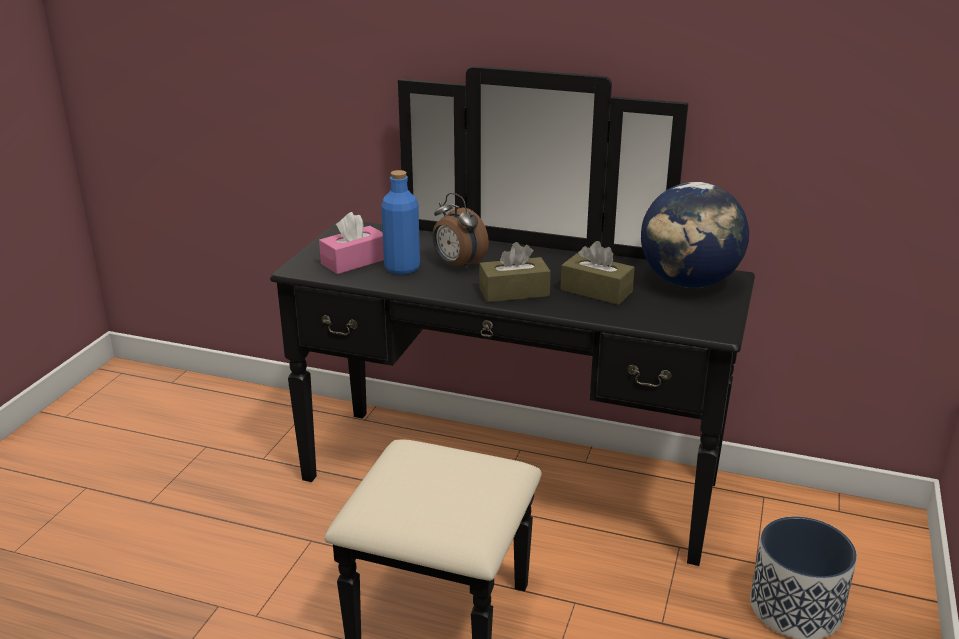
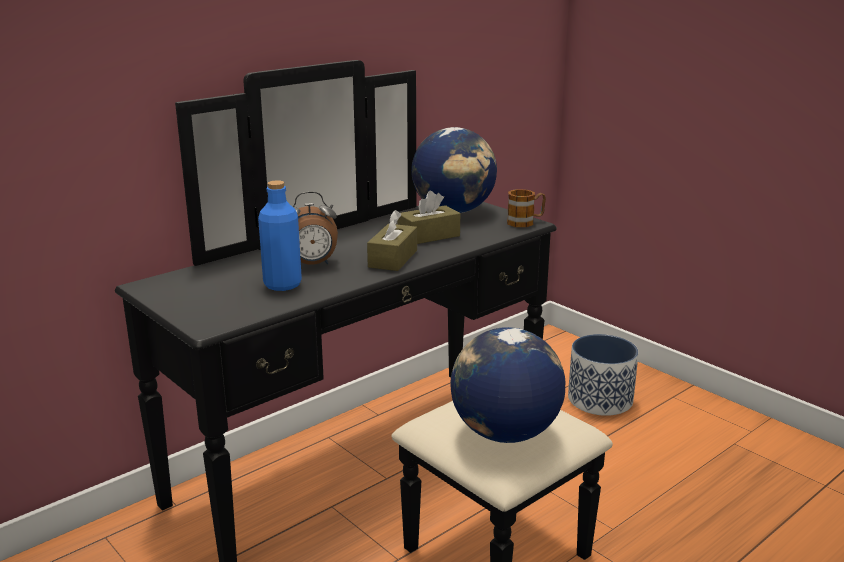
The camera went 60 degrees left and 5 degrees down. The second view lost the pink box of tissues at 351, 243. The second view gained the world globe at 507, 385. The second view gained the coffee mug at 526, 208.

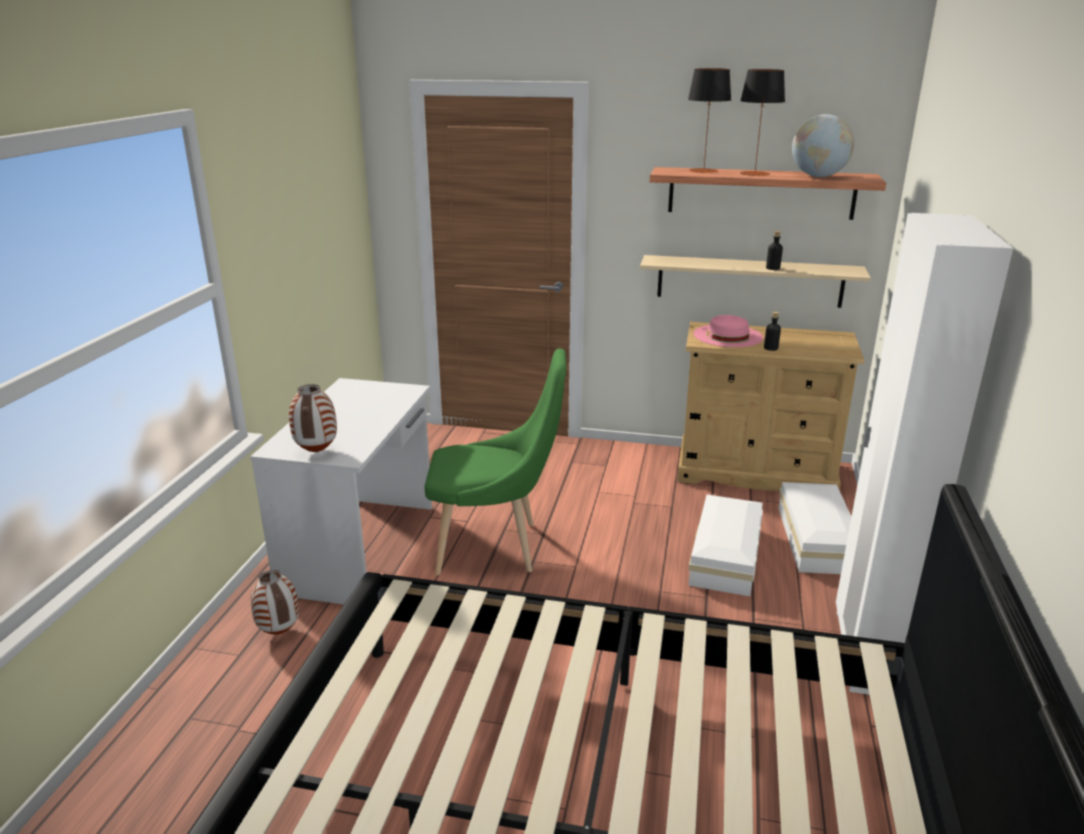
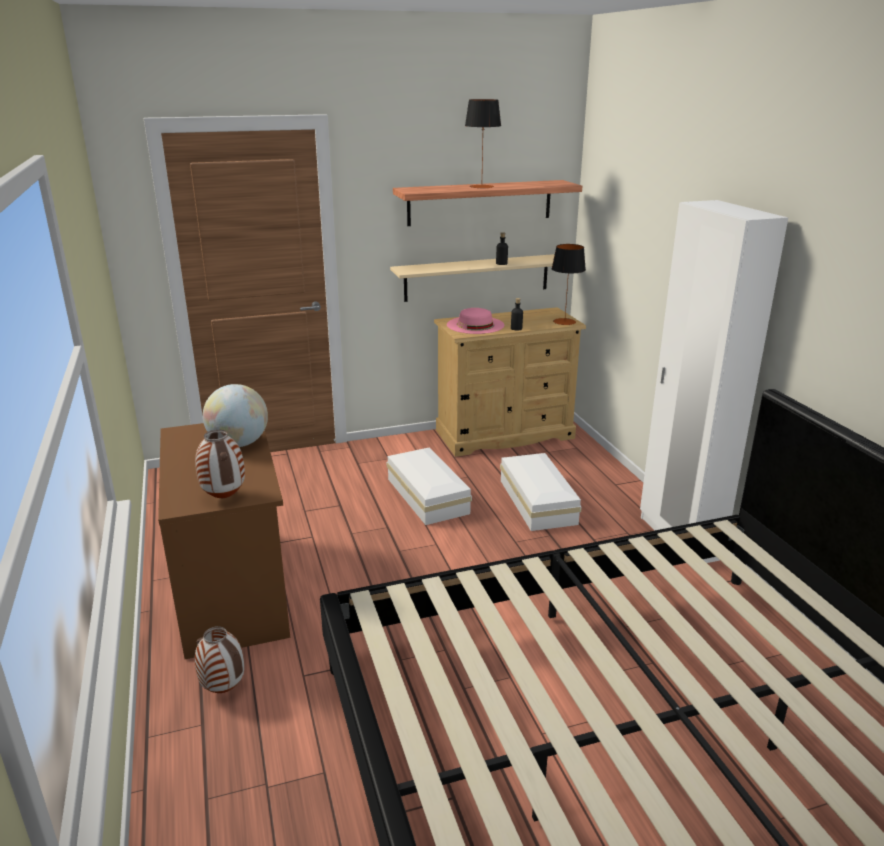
The camera went 30 degrees left and 0 degrees up. What was the white-coloured desk unit at 341, 491 turned into the brown-coloured desk unit at 224, 541. The second view lost the green-coloured plain chair at 495, 461. The tabletop lamp ended up elsewhere, having gone from 709, 120 to 569, 284. The white-coloured storage box ended up elsewhere, having gone from 815, 528 to 429, 486. The world globe ended up elsewhere, having gone from 823, 145 to 235, 415.

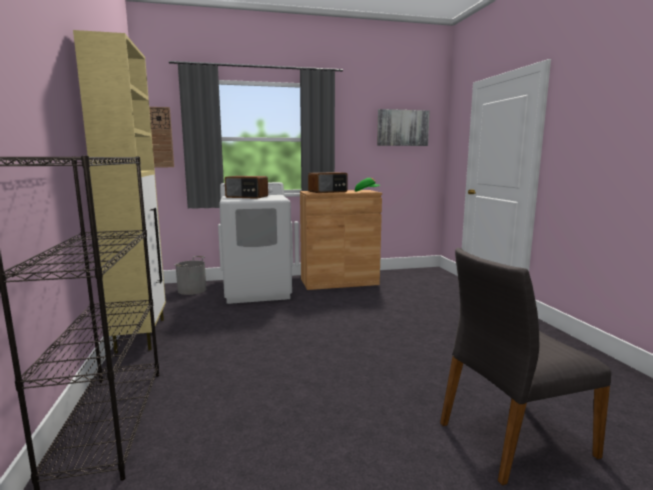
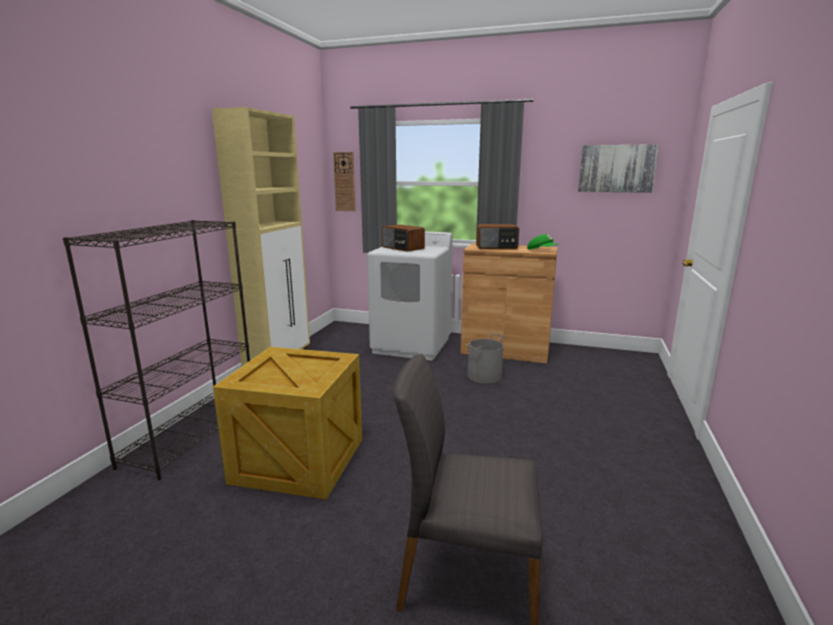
The camera went 30 degrees right and 5 degrees up. The grey pail ended up elsewhere, having gone from 190, 275 to 485, 358. The second view gained the packing crate at 287, 423.

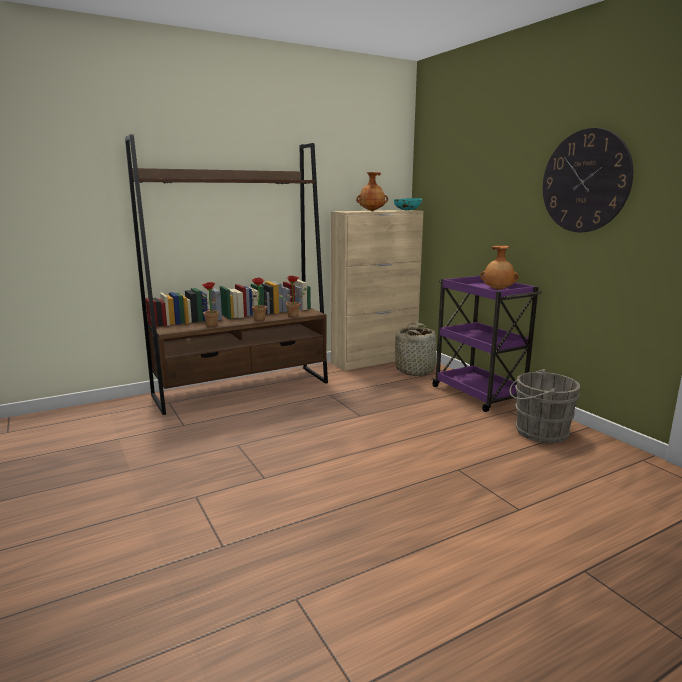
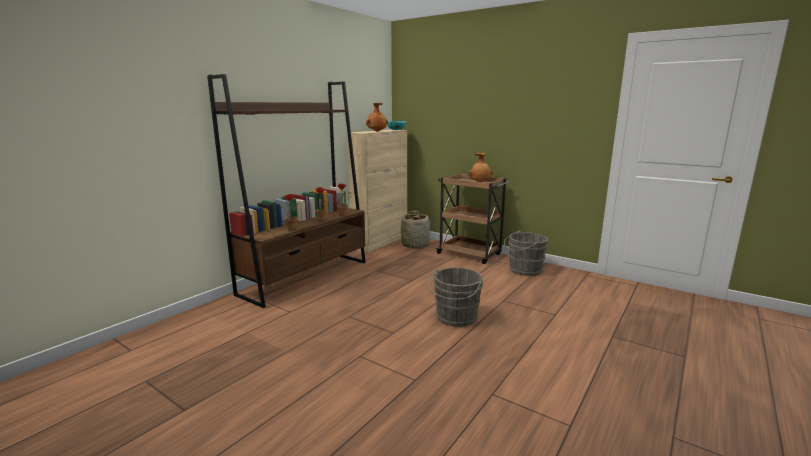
The camera went 25 degrees left and 0 degrees up. What was the purplish trolley at 487, 343 turned into the brown-coloured trolley at 472, 218. The second view lost the hanging clock at 588, 180. The second view gained the grey pail at 455, 297.

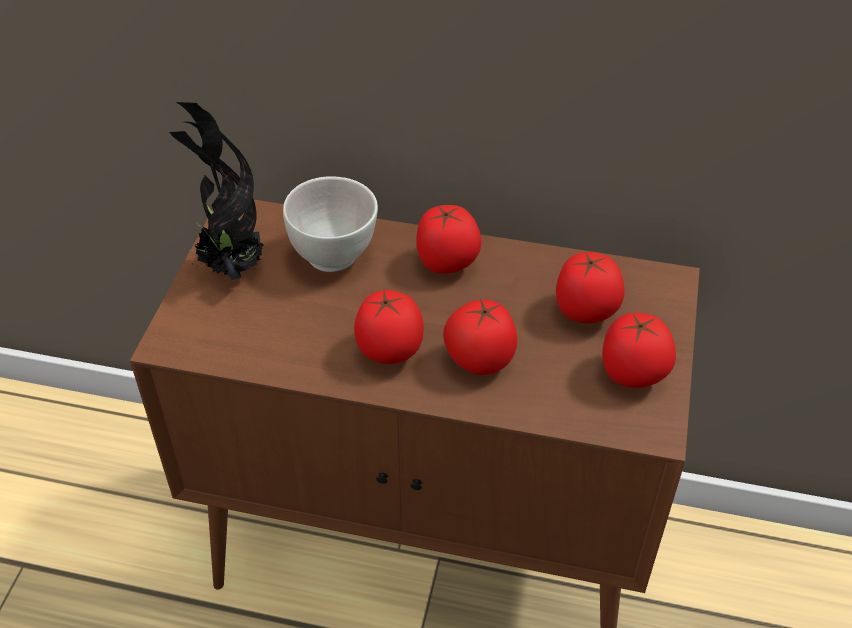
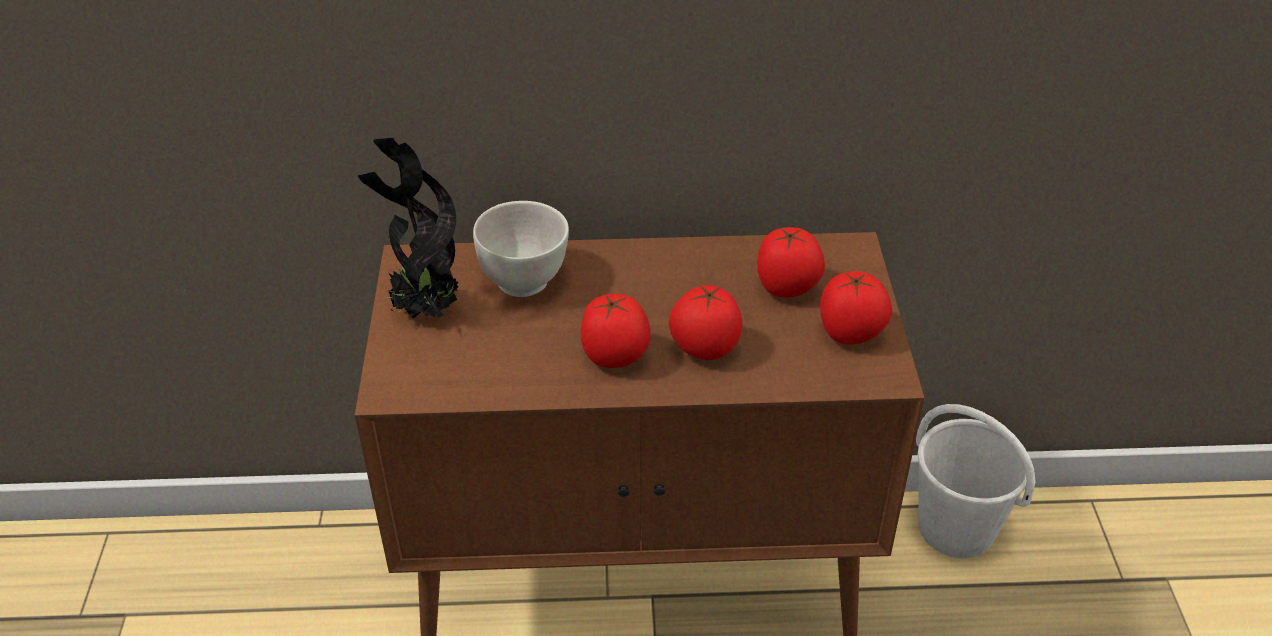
The camera went 15 degrees left and 5 degrees down. The second view lost the tomato at 449, 239. The second view gained the white-coloured pail at 975, 481.

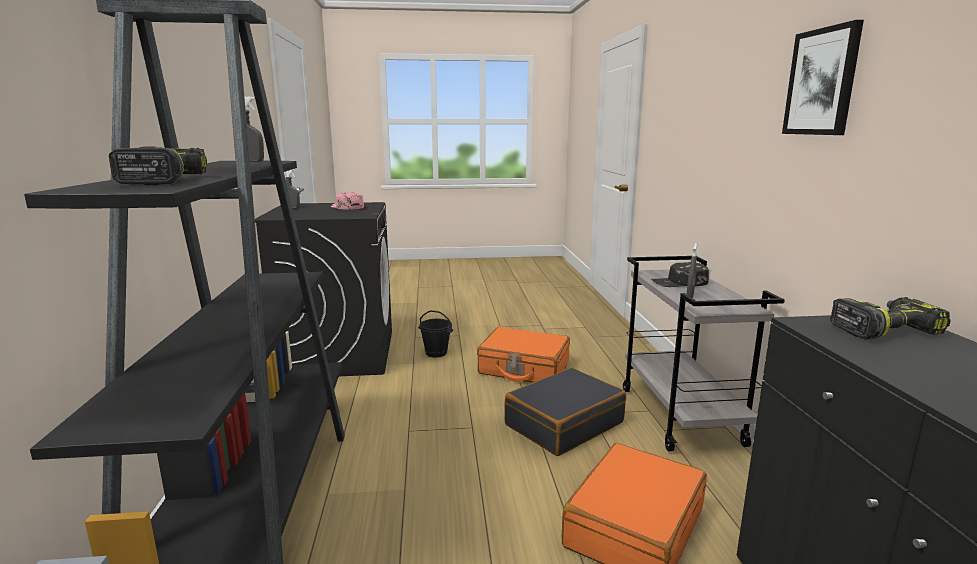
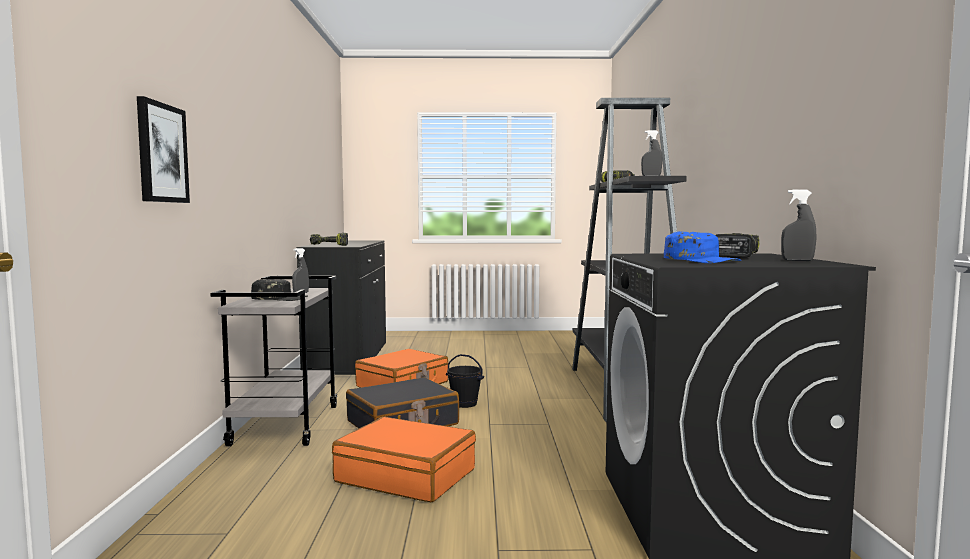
The camera went 175 degrees left and 10 degrees down. What was the pink peaked cap at 347, 201 turned into the blue-coloured peaked cap at 702, 247. The black pail ended up elsewhere, having gone from 435, 333 to 465, 381. The wall art ended up elsewhere, having gone from 823, 77 to 163, 149. The second view gained the power drill at 737, 245.

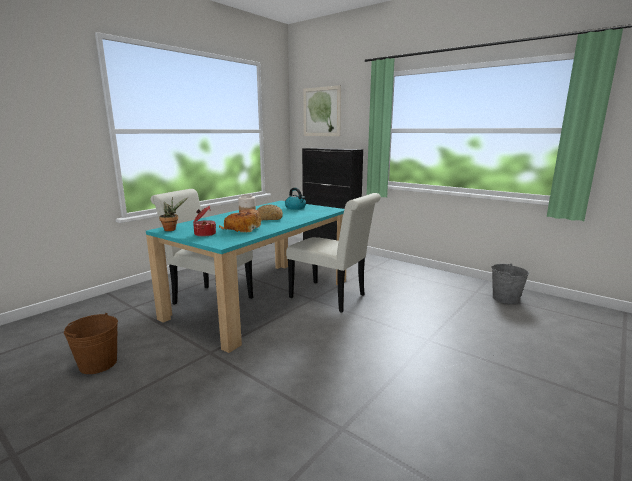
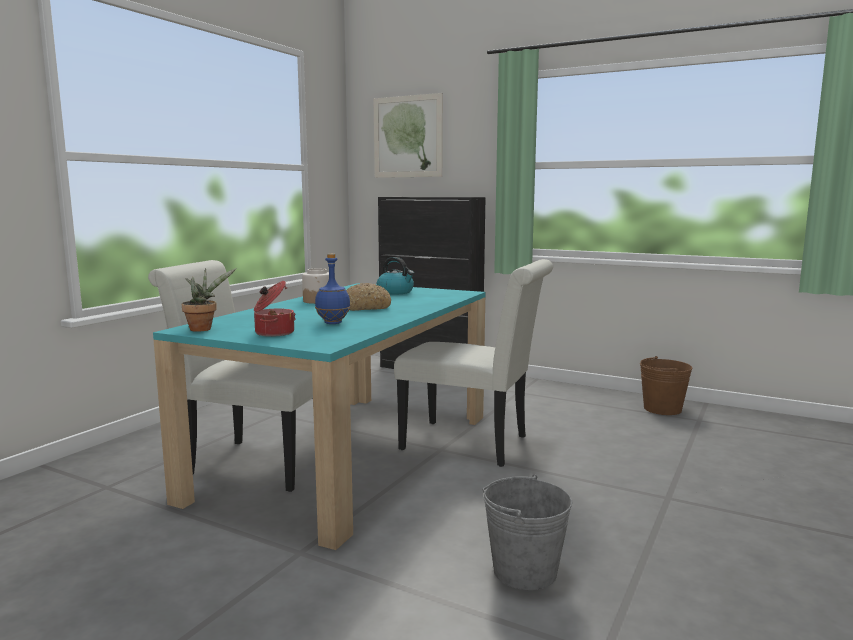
The camera went 10 degrees left and 5 degrees down. The brown-coloured pail ended up elsewhere, having gone from 91, 343 to 666, 385. Where the bread stood at 240, 220, the blue-coloured bottle came to stand at 333, 289. The grey pail ended up elsewhere, having gone from 510, 283 to 527, 532.

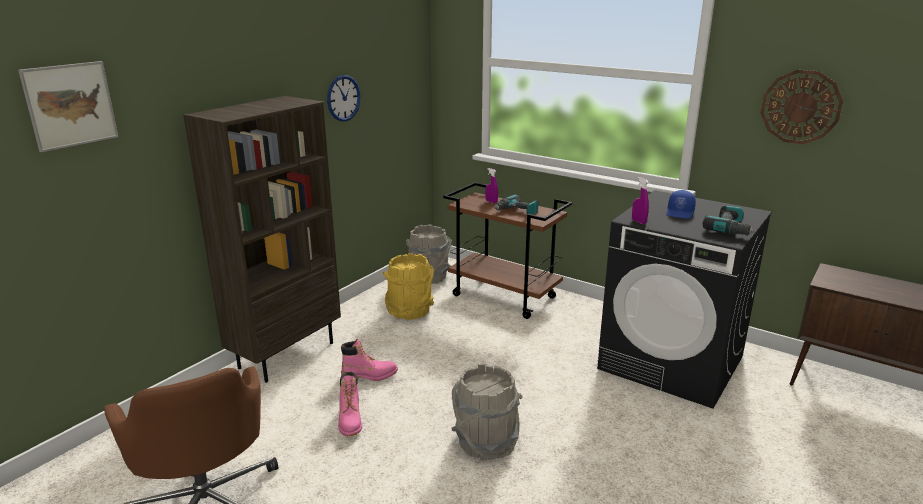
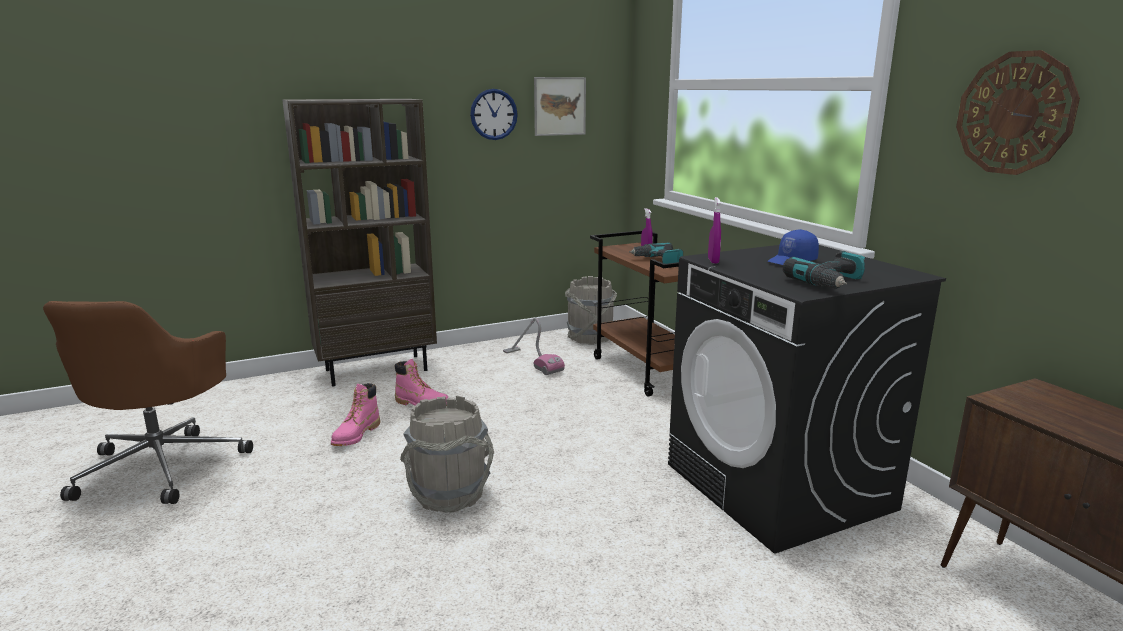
The camera went 30 degrees right and 5 degrees down. The wall art ended up elsewhere, having gone from 68, 106 to 560, 106. Where the yellow-coloured pail stood at 408, 286, the vacuum cleaner came to stand at 534, 346.

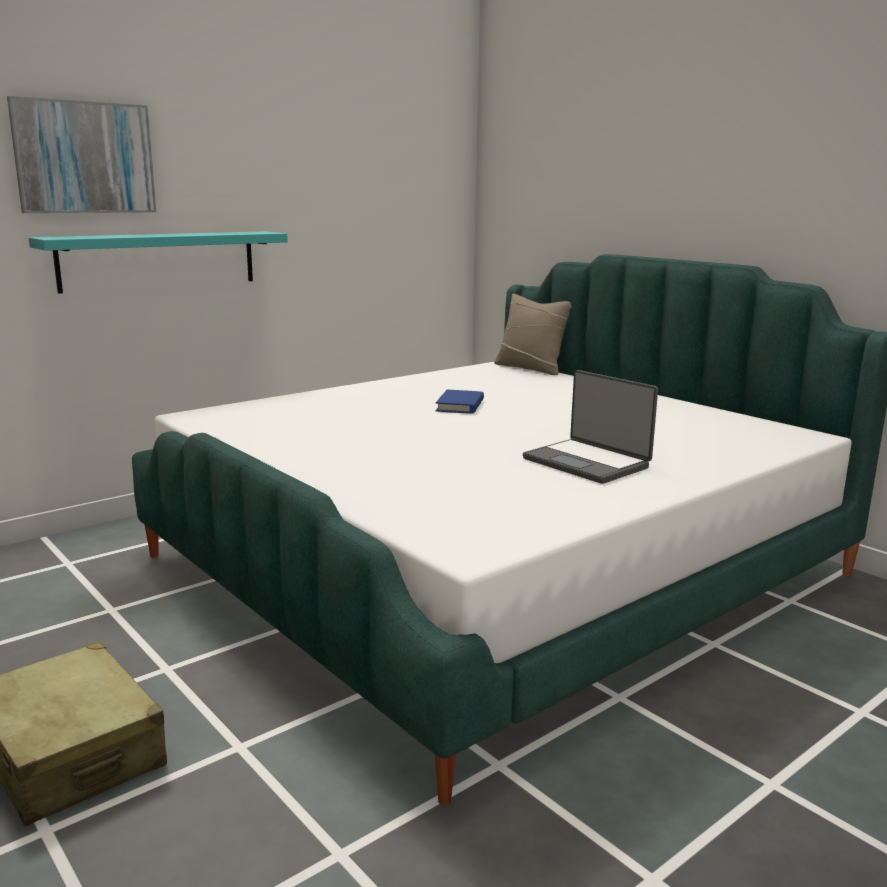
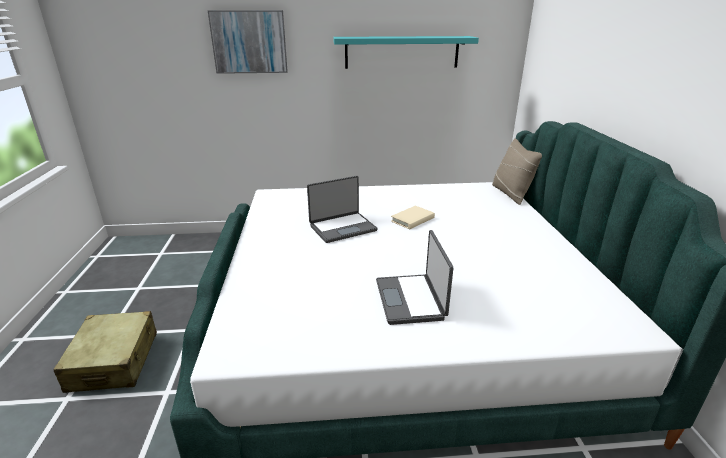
The camera went 35 degrees right and 10 degrees up. The turquoise-coloured bracket shelf ended up elsewhere, having gone from 158, 262 to 406, 52. What was the blue-coloured bound book at 460, 402 turned into the beige bound book at 413, 217. The second view gained the portable computer at 342, 209.

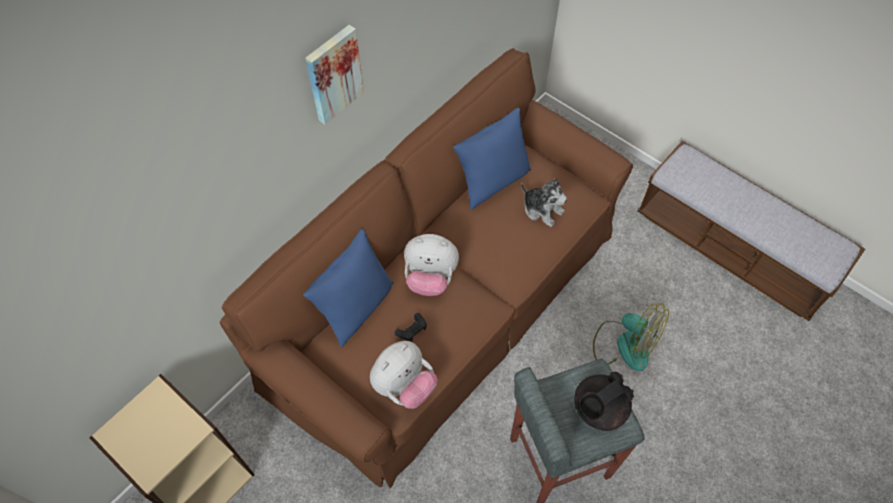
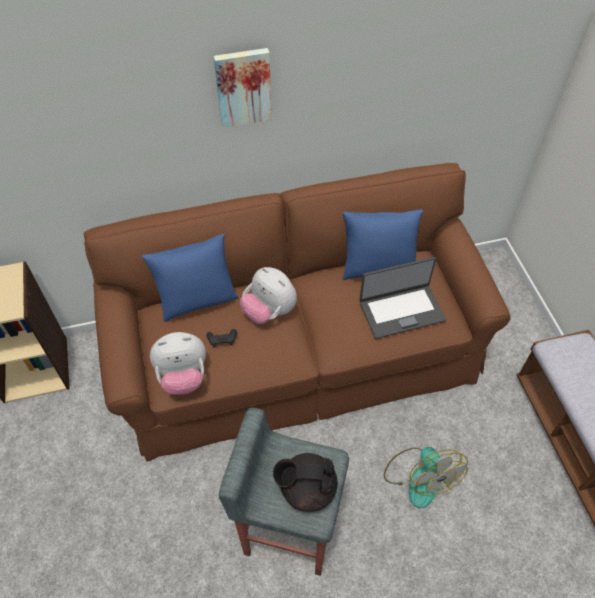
The camera went 35 degrees right and 5 degrees down. Where the plush toy stood at 544, 202, the portable computer came to stand at 402, 298.

